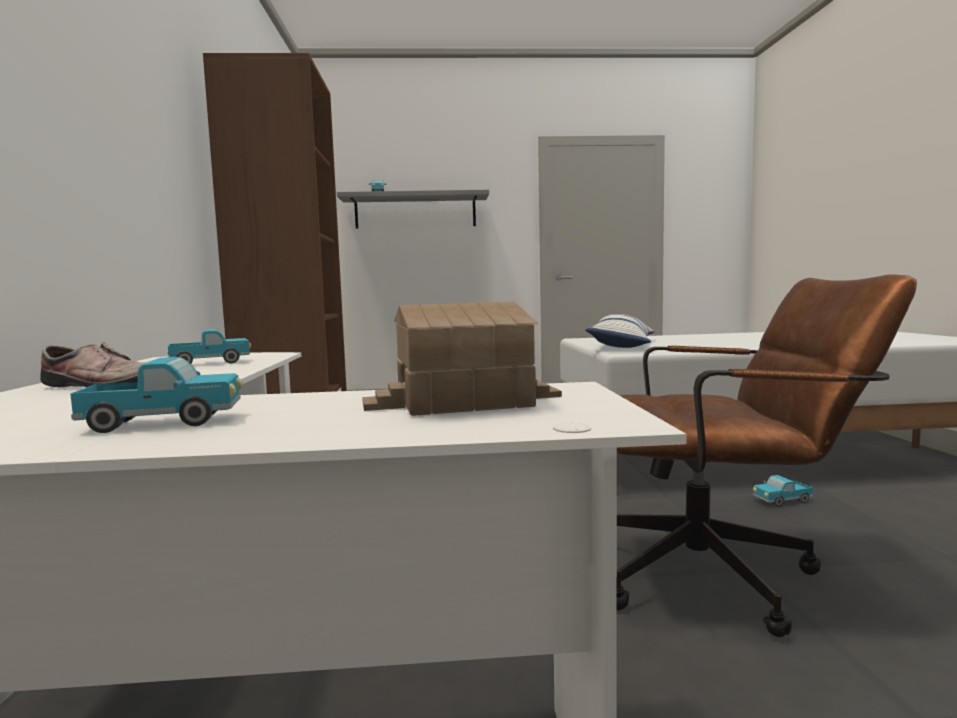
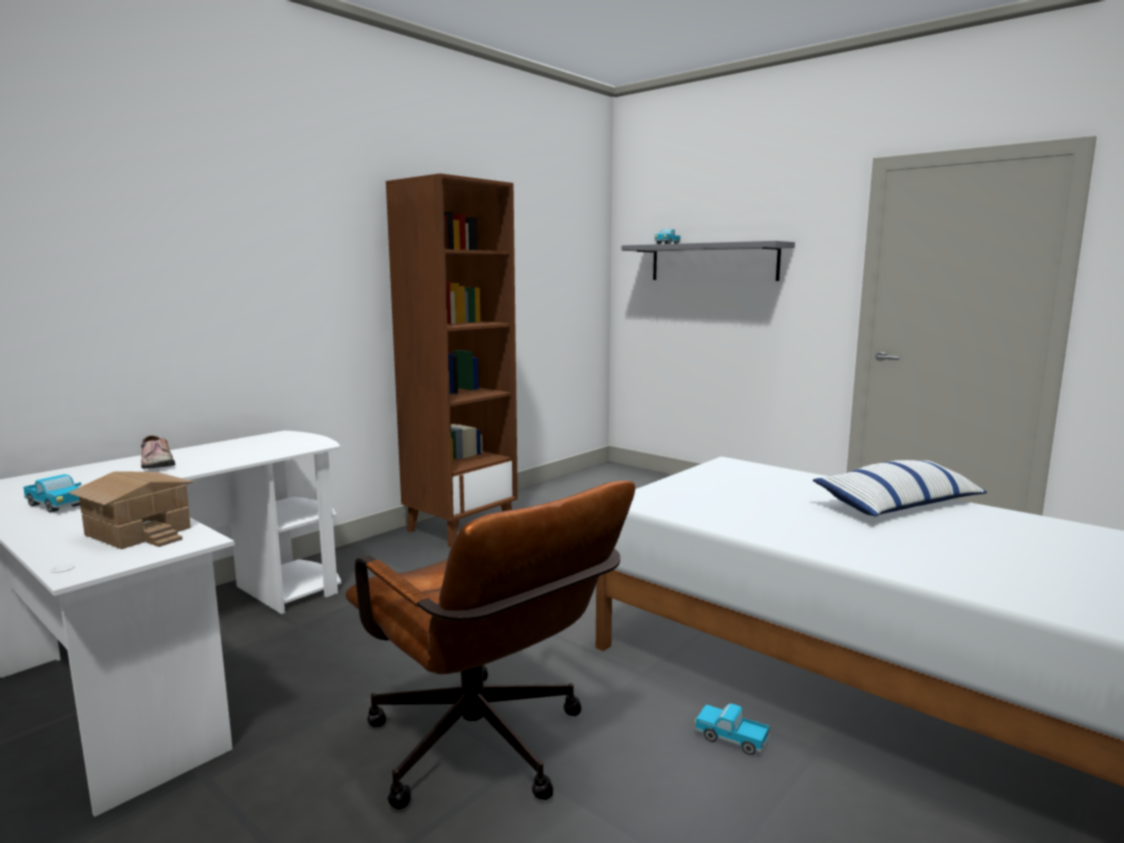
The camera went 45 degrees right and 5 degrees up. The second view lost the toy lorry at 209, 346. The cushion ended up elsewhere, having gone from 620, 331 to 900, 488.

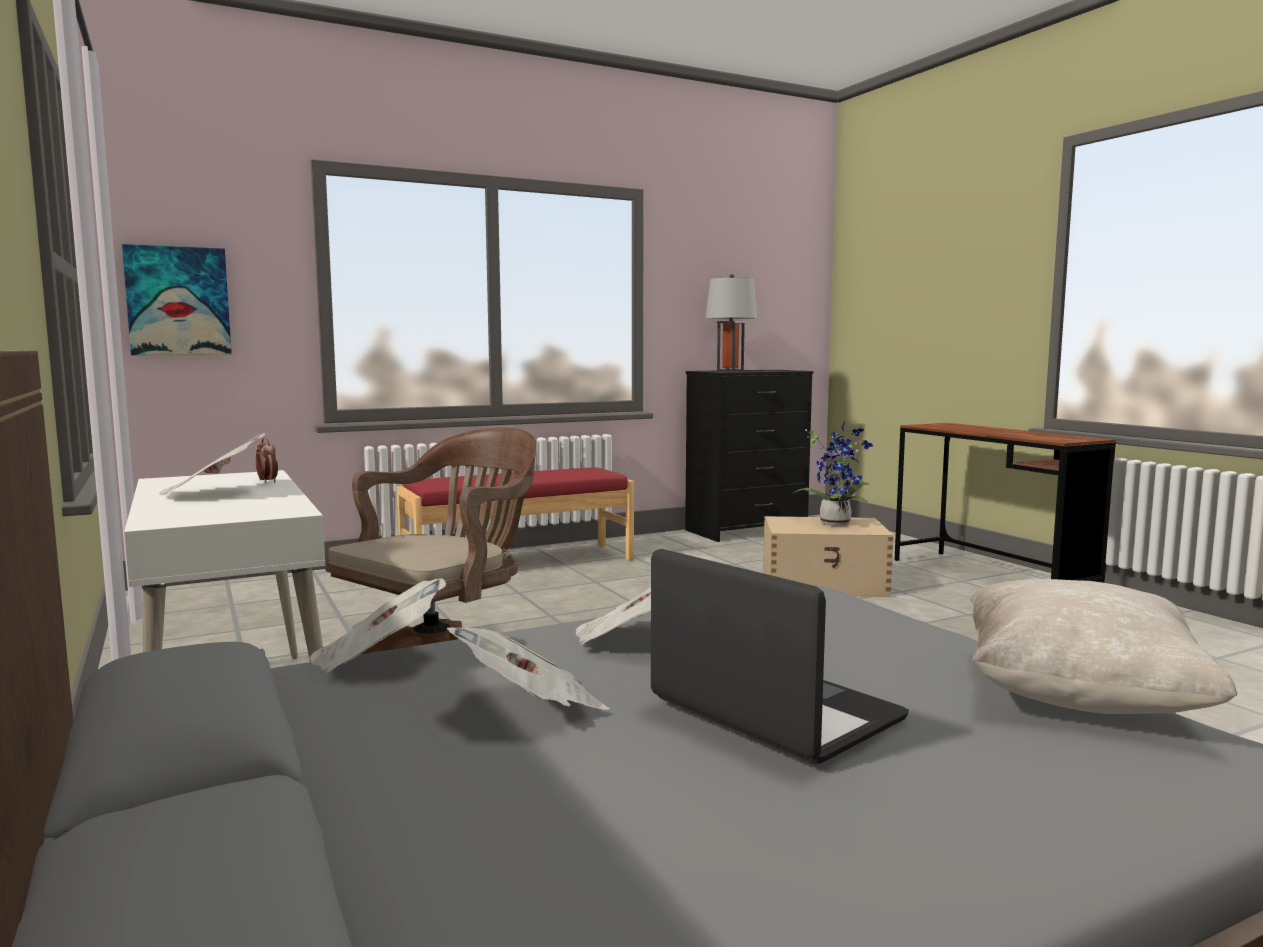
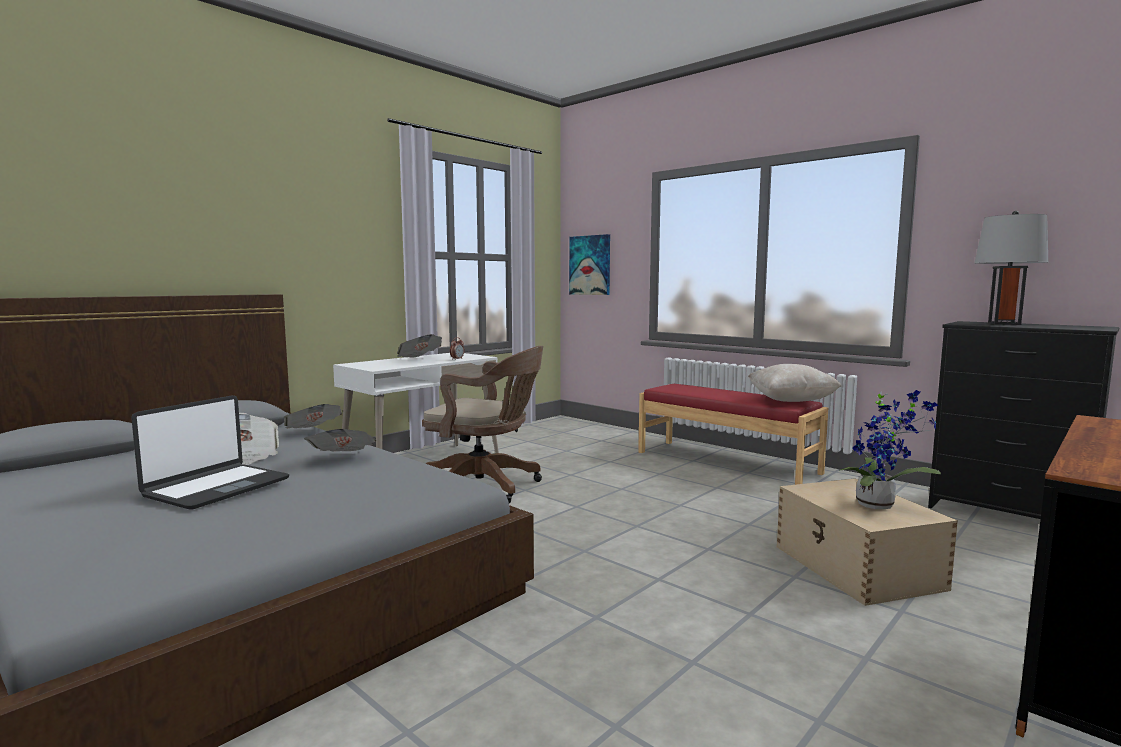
The camera went 70 degrees right and 0 degrees up. The beige cushion ended up elsewhere, having gone from 1103, 646 to 795, 383.

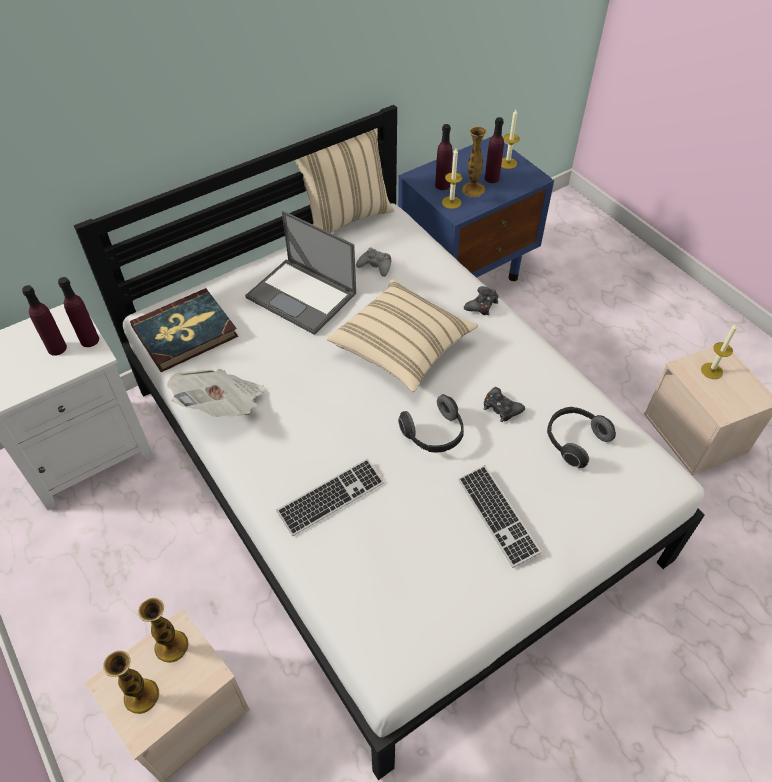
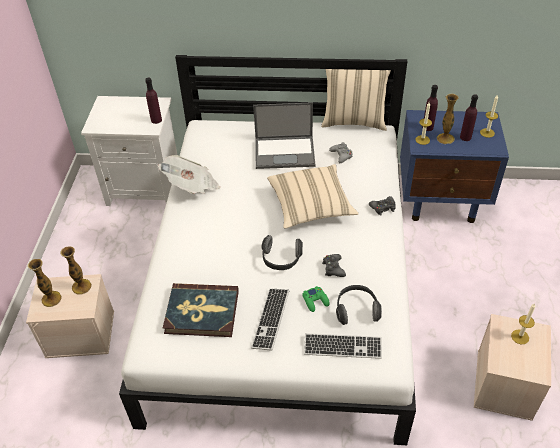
The camera went 40 degrees right and 5 degrees down. The second view lost the purplish bottle at 44, 320. The bound book ended up elsewhere, having gone from 184, 330 to 201, 310. The portable computer at 300, 273 ended up facing another way, 75 degrees counterclockwise from before. The keyboard ended up elsewhere, having gone from 330, 497 to 343, 346. The second view gained the green-coloured joypad at 316, 299.

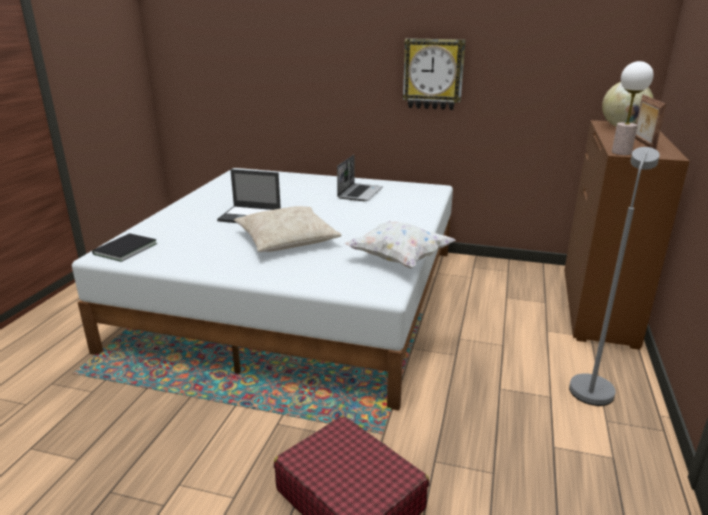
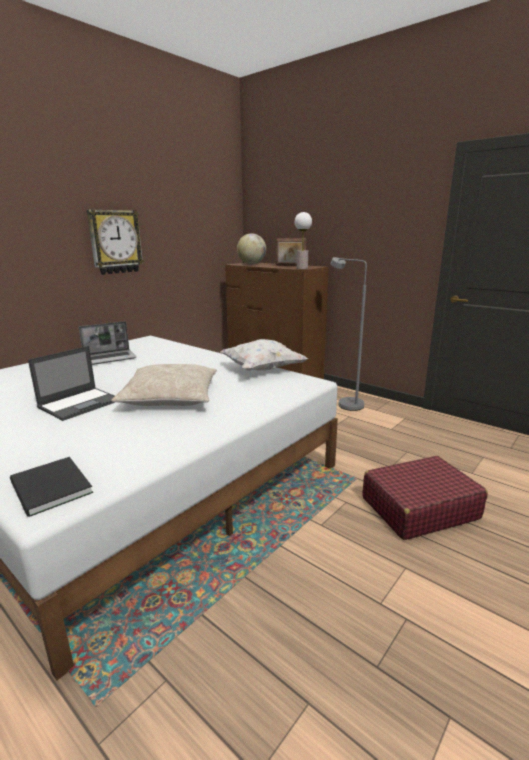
The camera went 65 degrees left and 5 degrees down. The portable computer at 360, 178 ended up facing another way, 105 degrees clockwise from before.

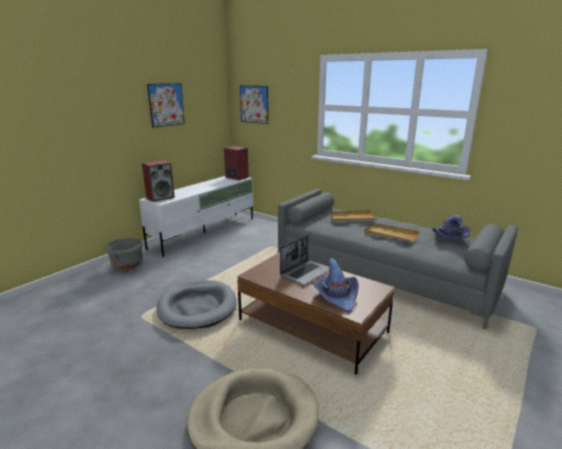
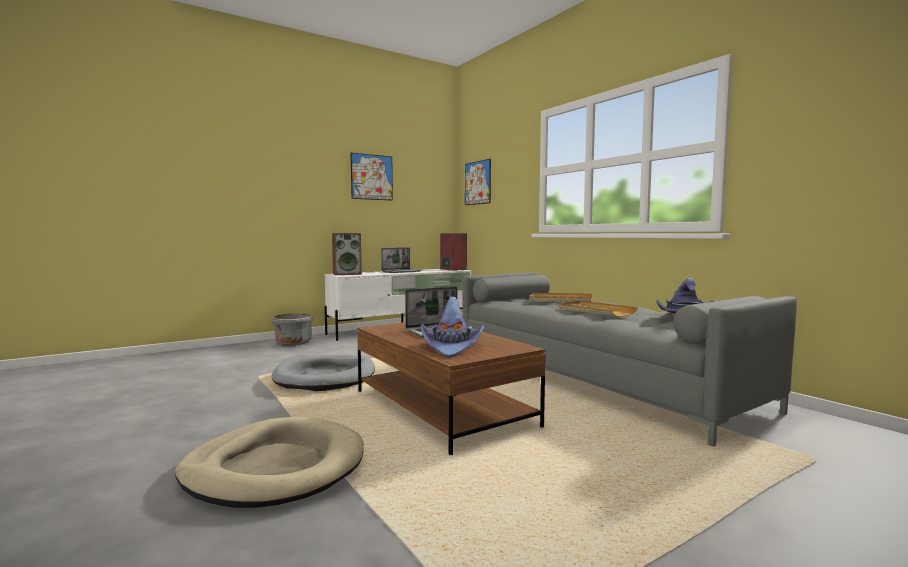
The camera went 20 degrees right and 15 degrees down. The second view gained the portable computer at 401, 260.

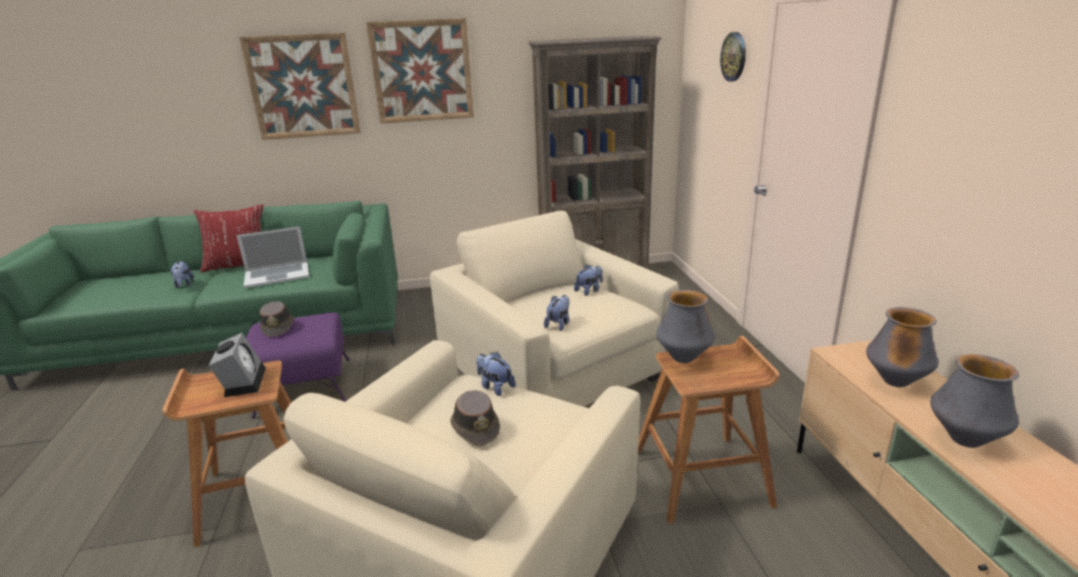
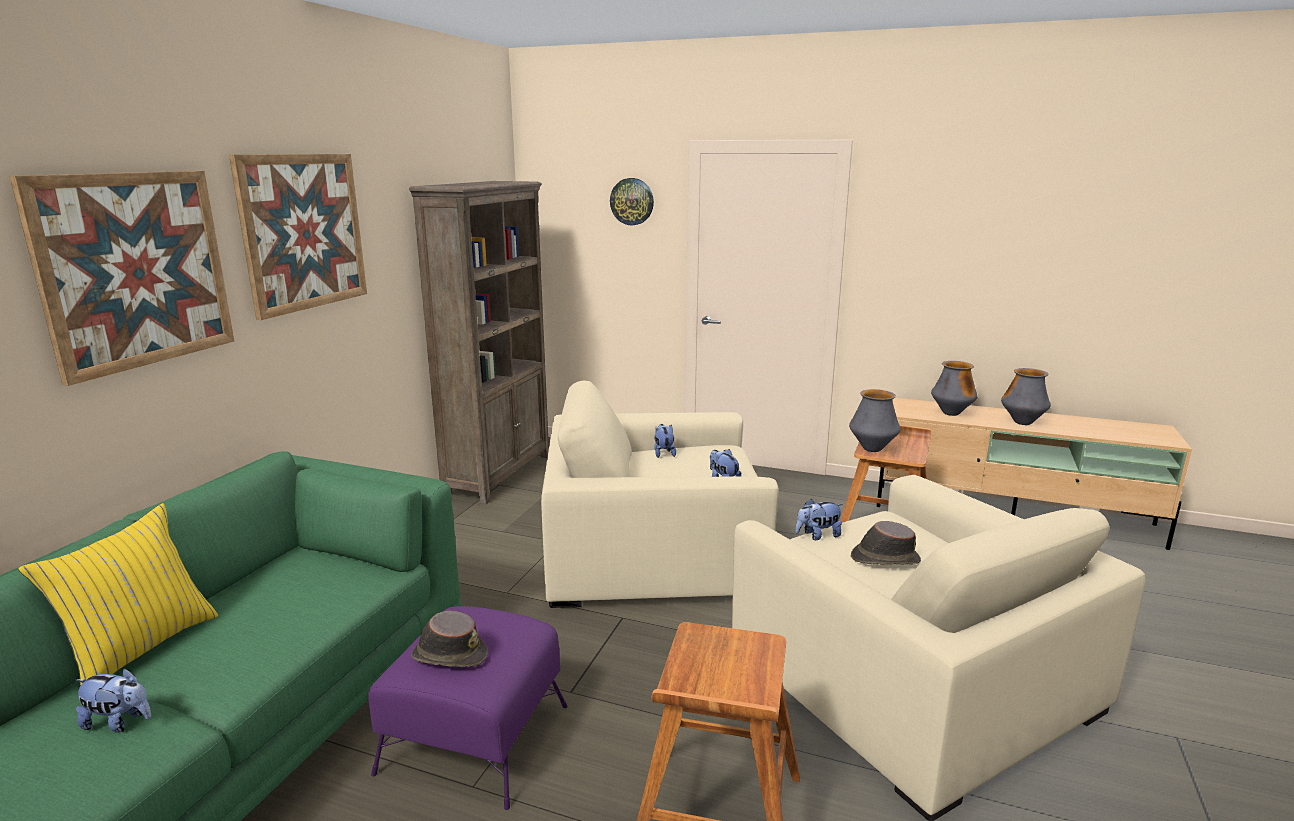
The camera went 60 degrees left and 5 degrees down. What was the red-coloured cushion at 228, 238 turned into the yellow-coloured cushion at 118, 594. The second view lost the bedside clock at 237, 365. The second view lost the portable computer at 272, 257.

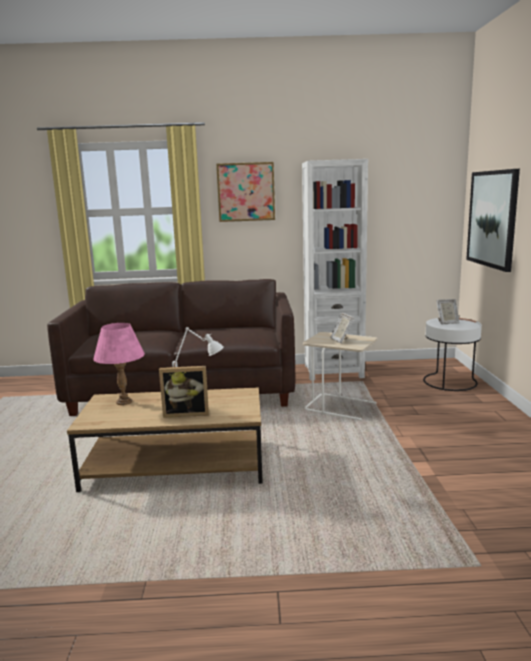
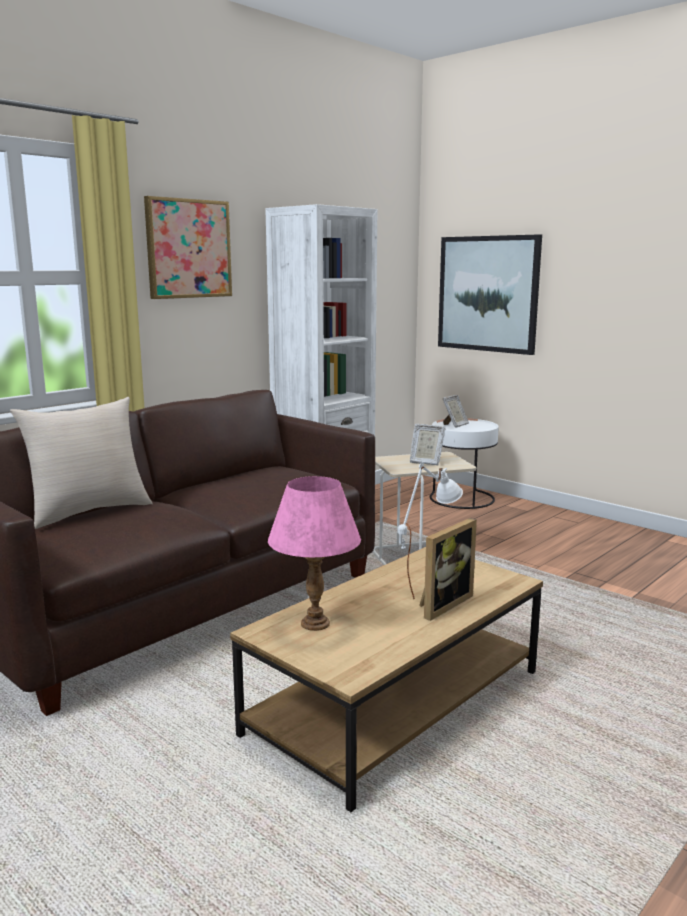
The camera went 45 degrees left and 0 degrees up. The second view gained the beige cushion at 81, 463.

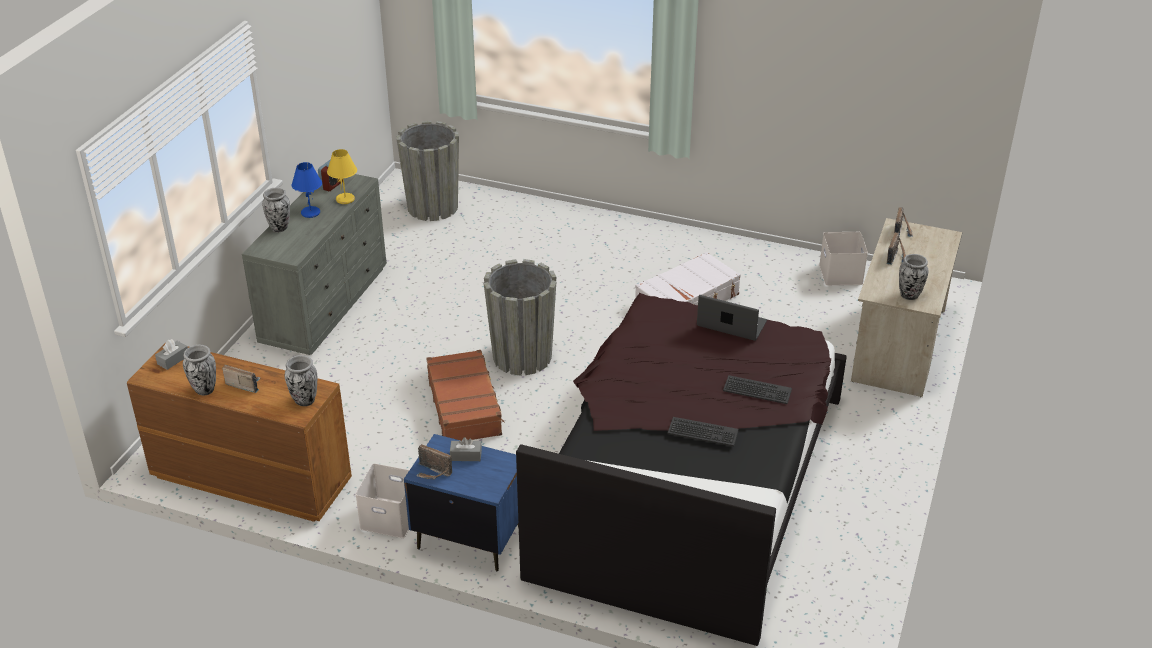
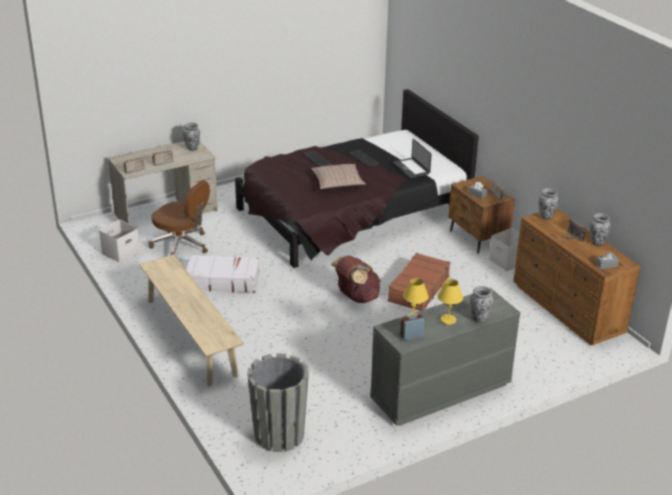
The camera went 140 degrees left and 5 degrees down. What was the blue-coloured tabletop lamp at 306, 190 turned into the yellow-coloured tabletop lamp at 450, 302. What was the blue-coloured bedside table at 461, 502 turned into the brown-coloured bedside table at 481, 215. Where the grey planter stood at 520, 317, the brown-coloured knapsack came to stand at 356, 279. The portable computer ended up elsewhere, having gone from 732, 318 to 412, 158. The second view gained the beige long seat at 191, 321. The second view gained the brown-coloured desk chair at 179, 218. The second view gained the cushion at 338, 177.

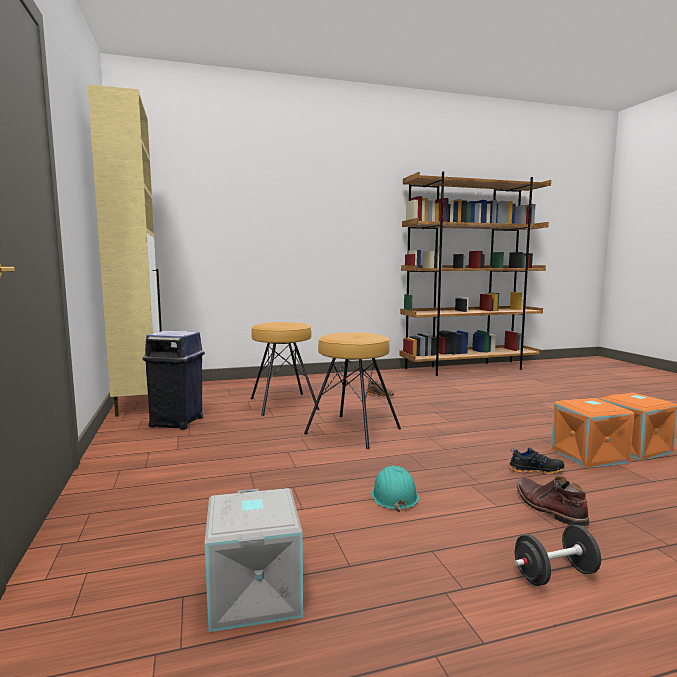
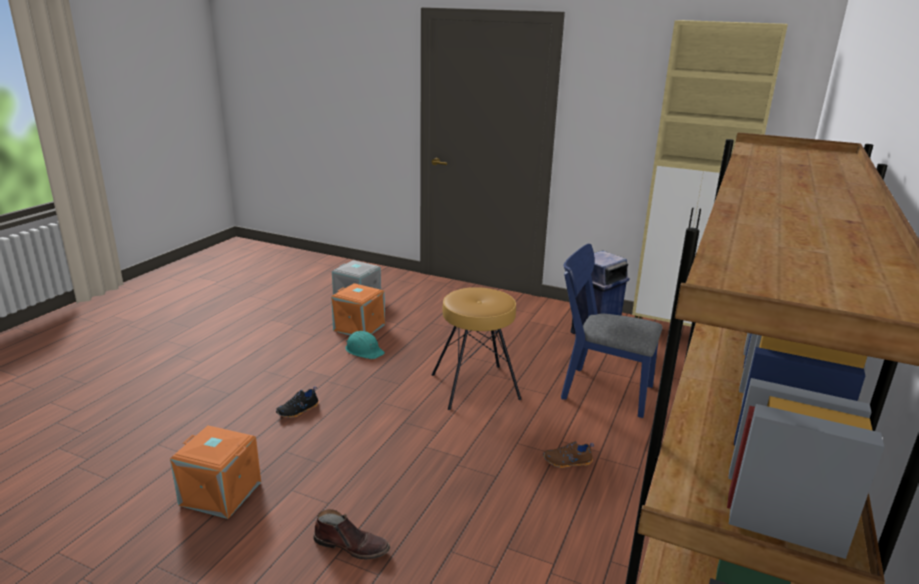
The camera went 130 degrees right and 15 degrees up. Where the brown-coloured stool stood at 285, 369, the blue-coloured plain chair came to stand at 612, 331. The second view lost the black dumbbell at 557, 555. The brown-coloured tall boot ended up elsewhere, having gone from 553, 501 to 351, 534. The orange-coloured storage box ended up elsewhere, having gone from 592, 433 to 358, 309.

